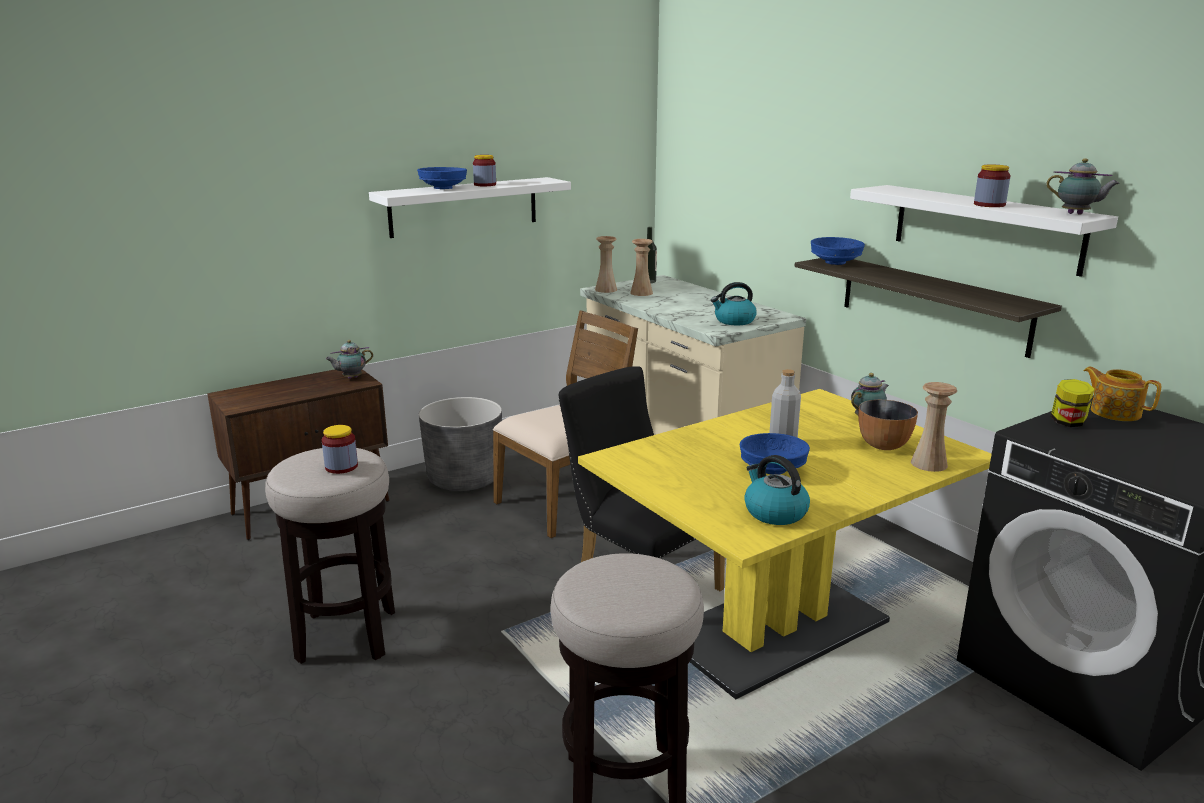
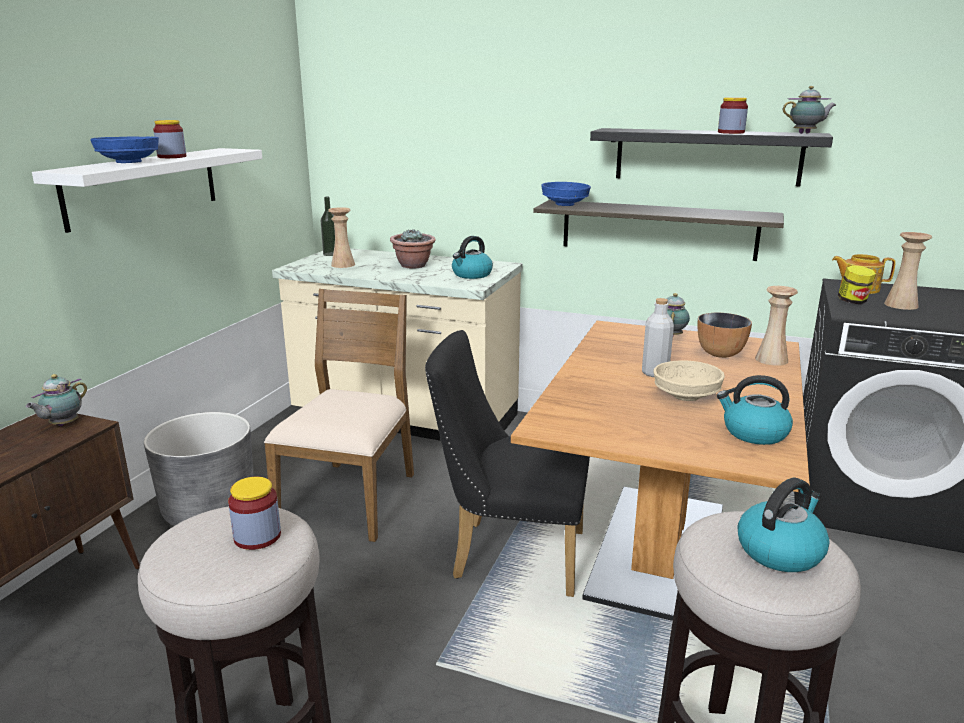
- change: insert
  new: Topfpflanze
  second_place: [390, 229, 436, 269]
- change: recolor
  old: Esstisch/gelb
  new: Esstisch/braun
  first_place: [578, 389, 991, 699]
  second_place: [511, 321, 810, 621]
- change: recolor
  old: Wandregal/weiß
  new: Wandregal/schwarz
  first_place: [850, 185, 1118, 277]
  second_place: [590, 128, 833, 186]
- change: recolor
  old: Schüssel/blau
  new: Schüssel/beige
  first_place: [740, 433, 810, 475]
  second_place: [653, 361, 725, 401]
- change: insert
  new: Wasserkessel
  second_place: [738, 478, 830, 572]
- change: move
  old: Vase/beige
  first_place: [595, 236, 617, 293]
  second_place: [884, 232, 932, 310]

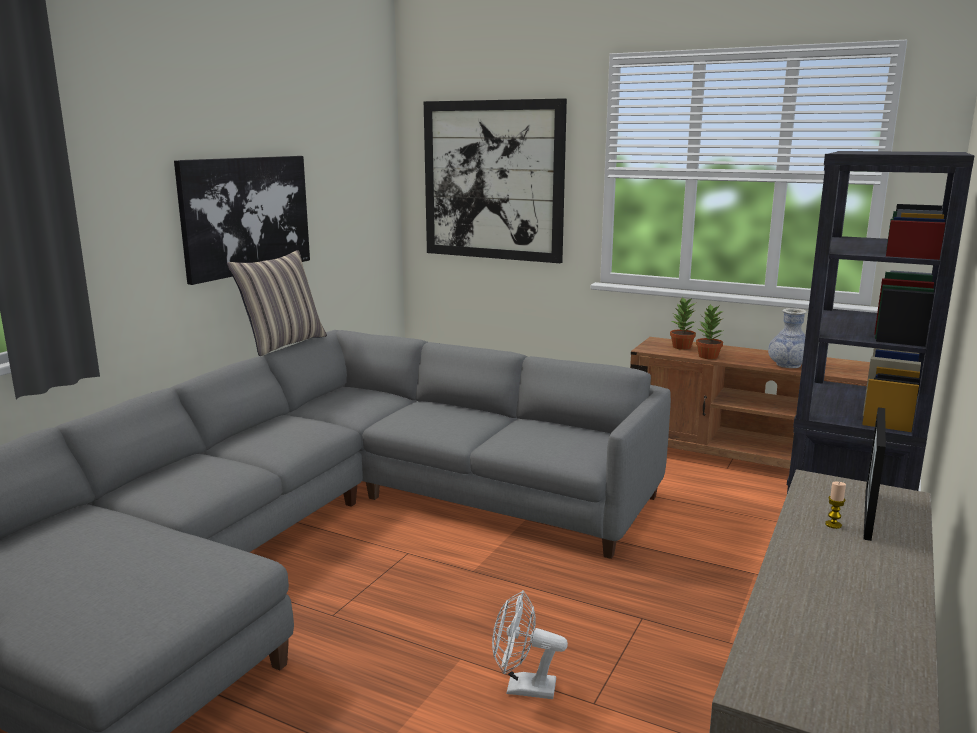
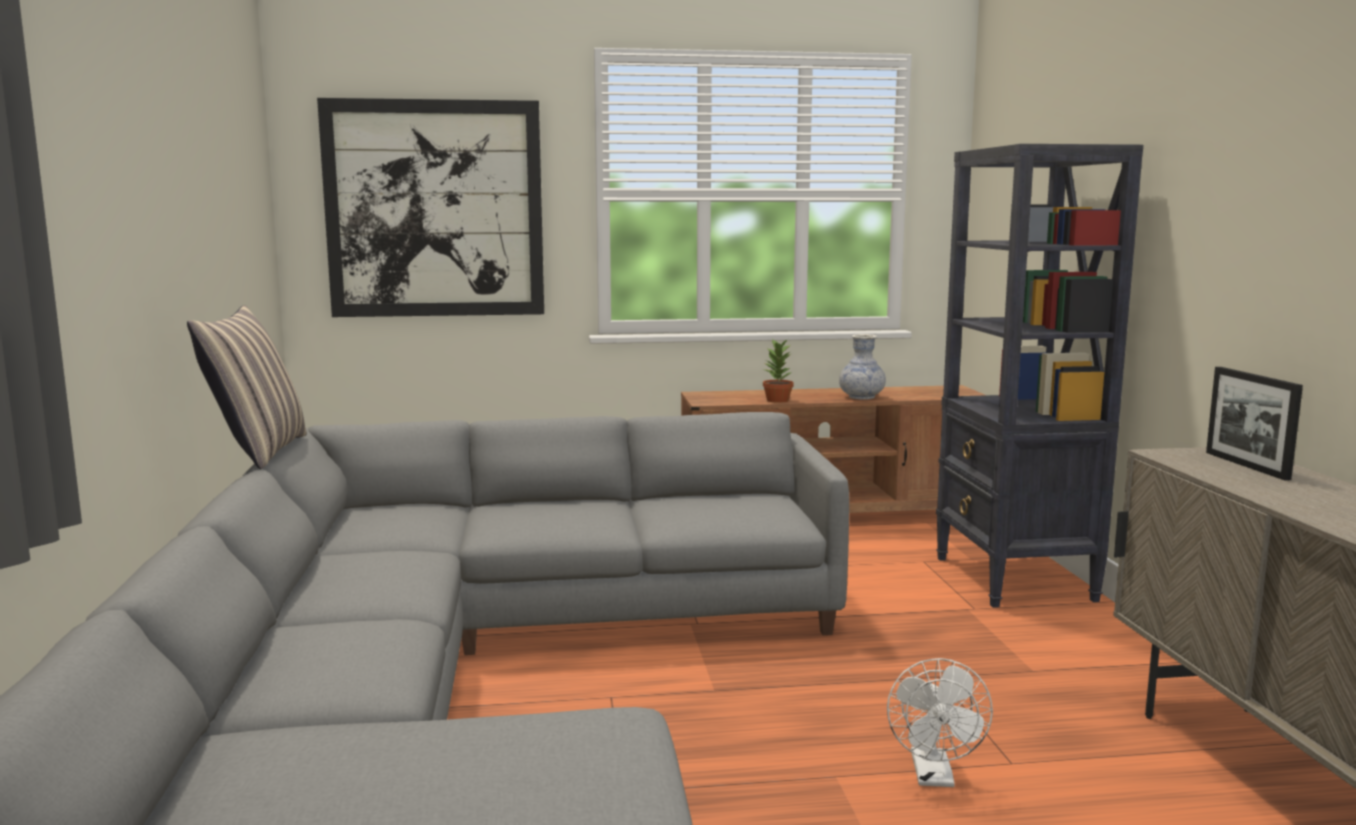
- change: rotate
  old: Ventilator/weiß
  first_place: [492, 590, 568, 699]
  second_place: [887, 658, 993, 787]
  degrees: -60
- change: delete
  old: Bild
  first_place: [174, 156, 310, 285]
- change: delete
  old: Topfpflanze
  first_place: [670, 297, 696, 350]
- change: delete
  old: Kerze
  first_place: [825, 482, 846, 529]

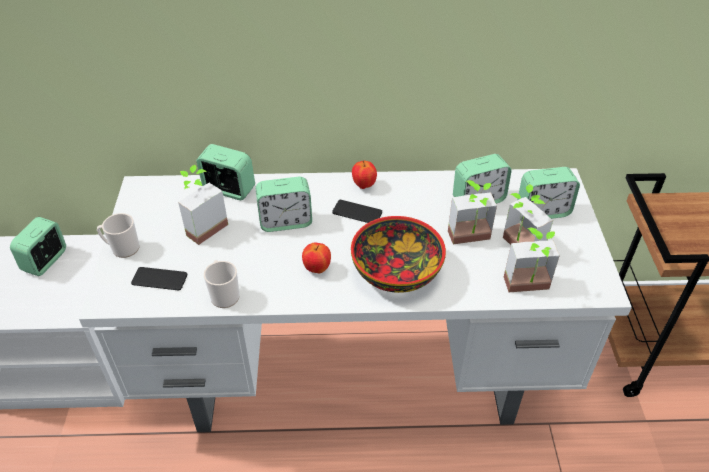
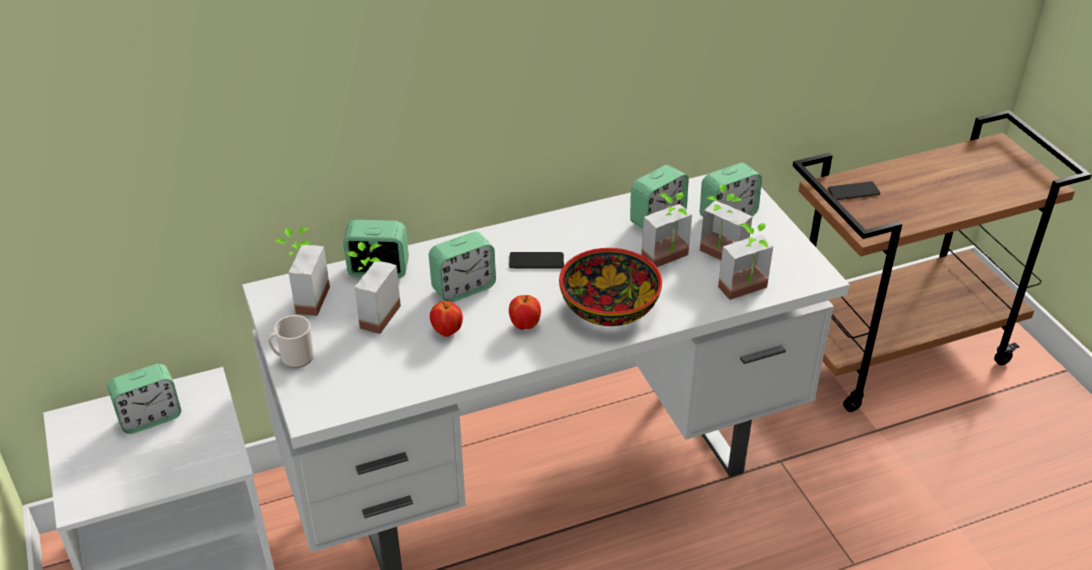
- change: rotate
  old: Wecker
  first_place: [10, 217, 66, 276]
  second_place: [107, 364, 181, 434]
  degrees: -120
- change: insert
  new: Topfpflanze
  second_place: [274, 227, 330, 316]
- change: move
  old: Apfel
  first_place: [352, 161, 377, 189]
  second_place: [430, 301, 463, 337]
- change: move
  old: Handy
  first_place: [131, 267, 187, 290]
  second_place: [828, 181, 880, 200]
- change: delete
  old: Henkelbecher
  first_place: [204, 260, 240, 308]

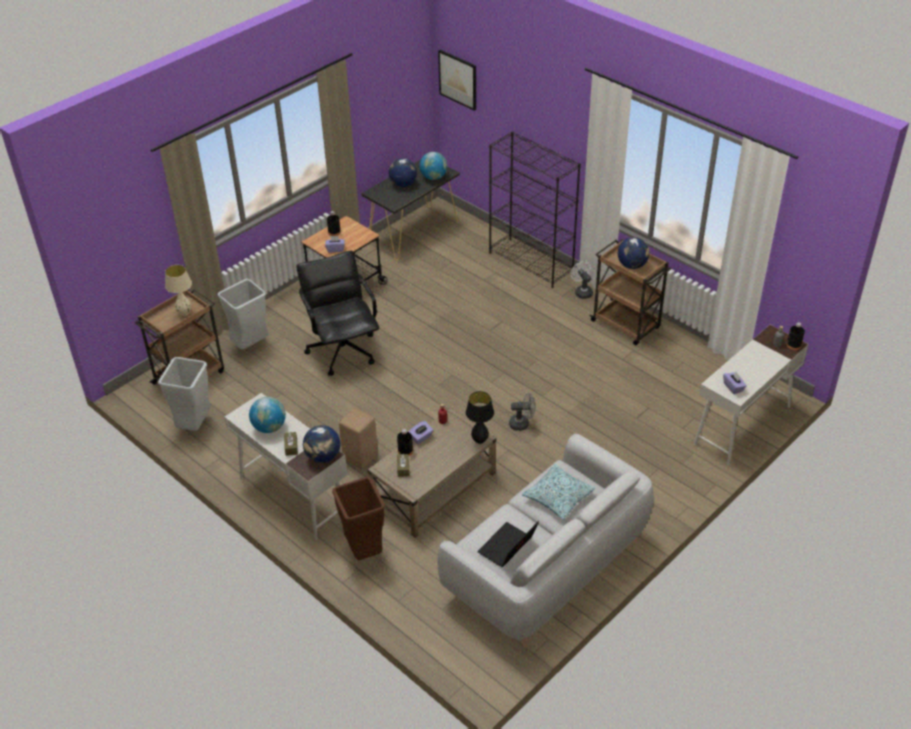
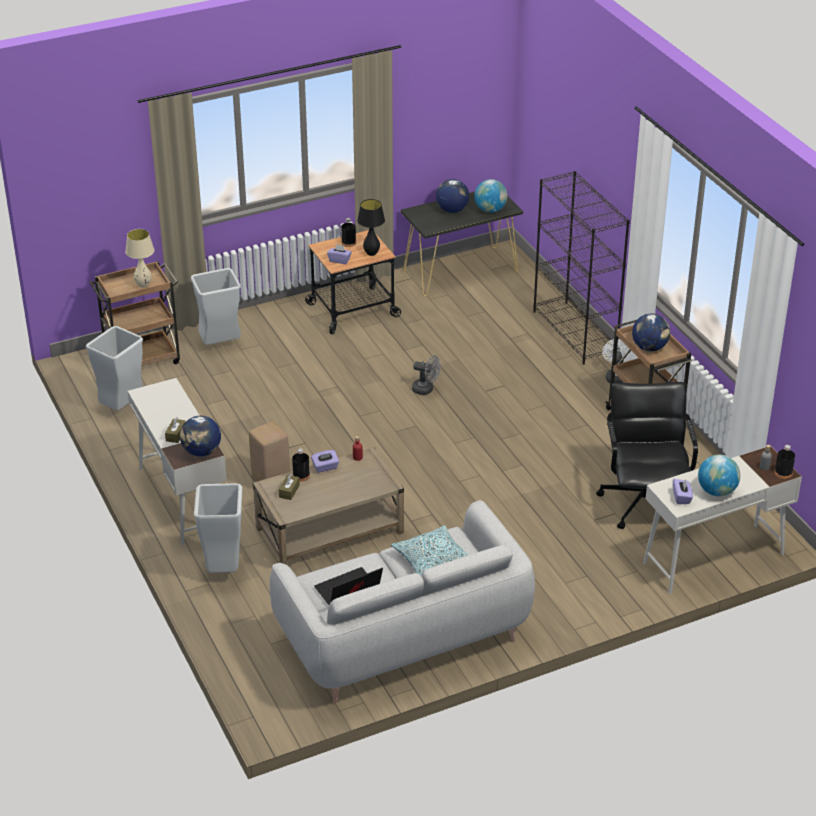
- change: recolor
  old: Mülleimer/braun
  new: Mülleimer/grau
  first_place: [332, 477, 385, 560]
  second_place: [194, 483, 242, 573]
- change: move
  old: Tischlampe/schwarz
  first_place: [466, 391, 494, 444]
  second_place: [357, 199, 385, 256]
- change: move
  old: Ventilator/grau
  first_place: [509, 393, 535, 431]
  second_place: [412, 355, 441, 395]
- change: move
  old: Bürostuhl/schwarz
  first_place: [296, 251, 379, 376]
  second_place: [596, 382, 698, 529]
- change: move
  old: Globus
  first_place: [249, 397, 286, 433]
  second_place: [698, 455, 740, 496]
- change: delete
  old: Bild
  first_place: [438, 50, 476, 111]

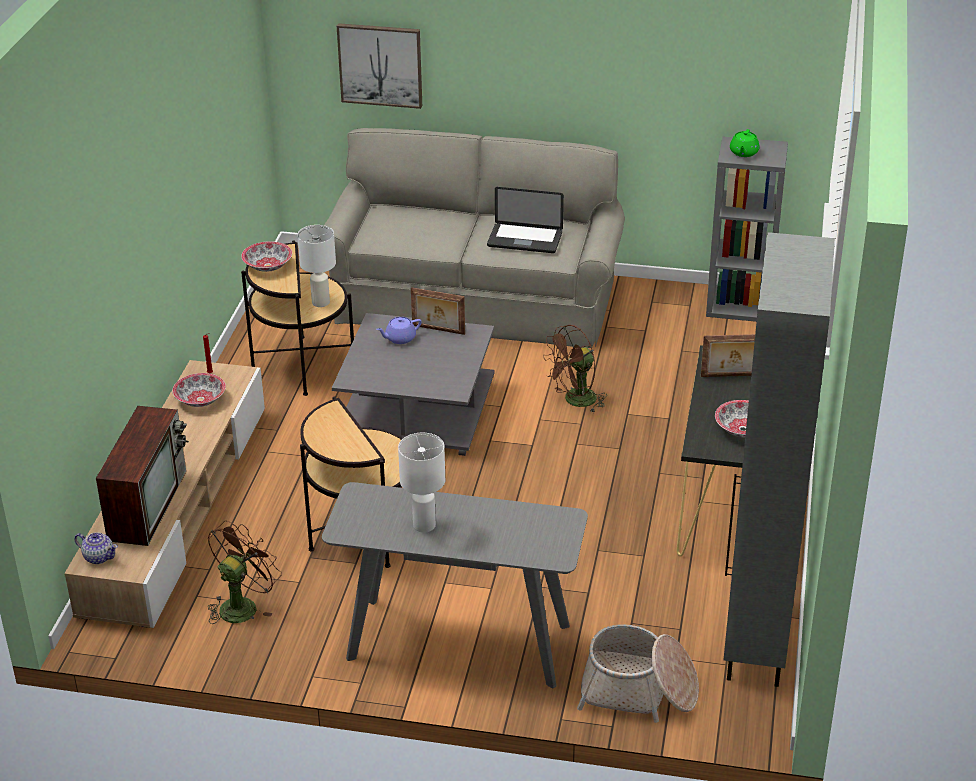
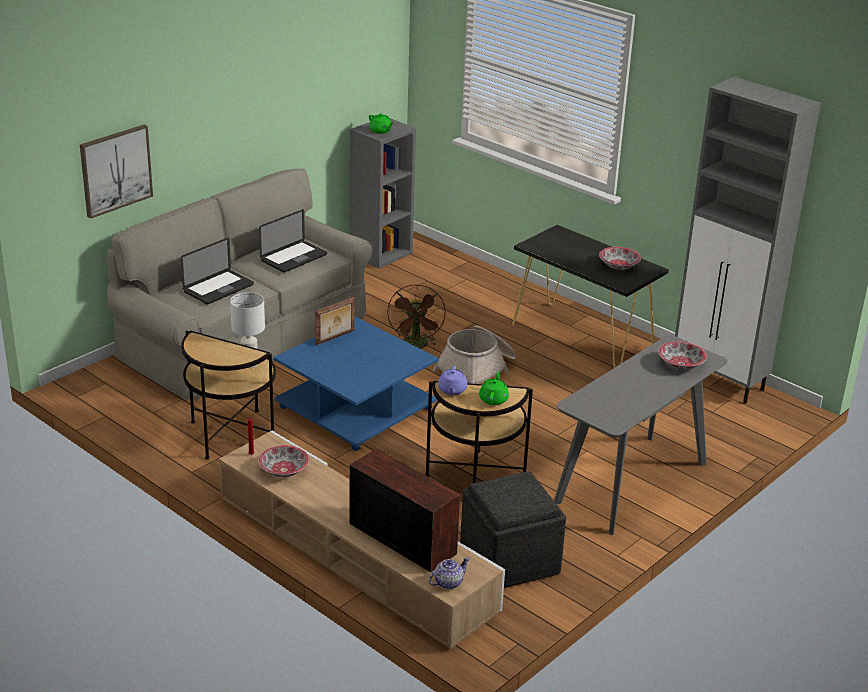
- change: insert
  new: Laptop
  second_place: [181, 238, 254, 305]
- change: recolor
  old: Couchtisch/grau
  new: Couchtisch/blau
  first_place: [332, 313, 495, 456]
  second_place: [273, 317, 439, 451]
- change: move
  old: Korb
  first_place: [577, 624, 699, 723]
  second_place: [433, 325, 517, 384]
- change: move
  old: Teekanne/lila
  first_place: [376, 317, 422, 344]
  second_place: [438, 366, 467, 395]
- change: replace
  old: Ventilator/braun
  new: Polsterhocker/grau
  first_place: [208, 521, 282, 624]
  second_place: [460, 471, 566, 588]
- change: insert
  new: Teekanne/grün
  second_place: [479, 371, 509, 405]
- change: move
  old: Schüssel
  first_place: [241, 241, 292, 272]
  second_place: [658, 341, 707, 370]
- change: delete
  old: Tischlampe/weiß
  first_place: [398, 433, 445, 533]
- change: delete
  old: Bilderrahmen
  first_place: [701, 334, 755, 377]

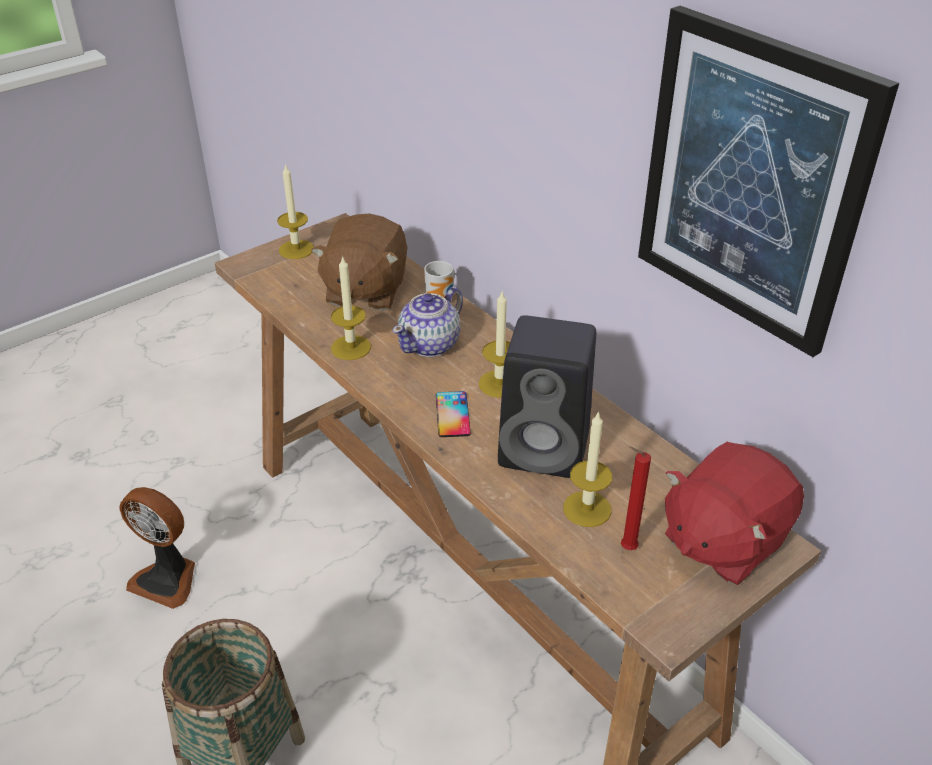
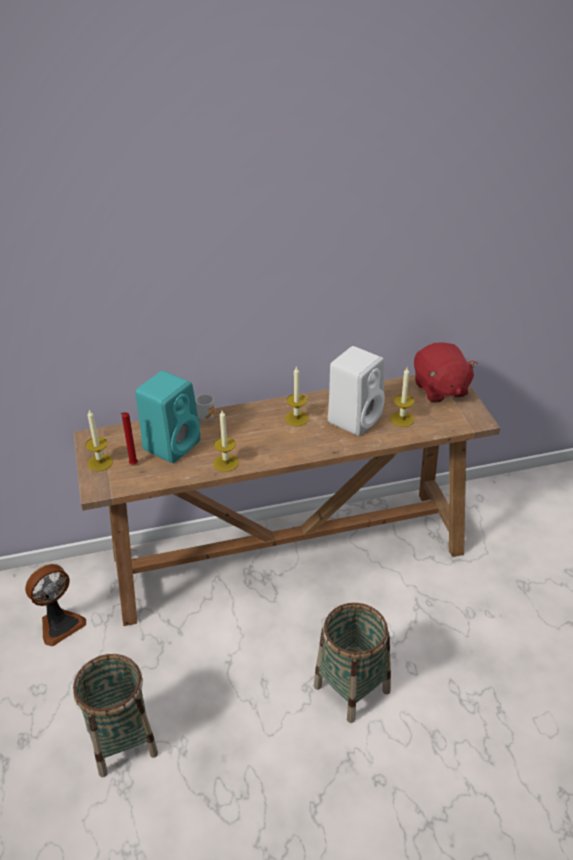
- change: move
  old: Ventilator
  first_place: [120, 487, 195, 609]
  second_place: [25, 564, 86, 647]
- change: insert
  new: Korb
  second_place: [73, 654, 158, 777]
- change: move
  old: Kerze/rot
  first_place: [621, 446, 651, 550]
  second_place: [121, 412, 138, 465]
- change: replace
  old: Plüschtier/braun
  new: Lautsprecher/türkis
  first_place: [311, 214, 408, 311]
  second_place: [135, 371, 201, 463]
- change: recolor
  old: Lautsprecher/schwarz
  new: Lautsprecher/weiß
  first_place: [498, 315, 596, 478]
  second_place: [328, 346, 385, 436]
- change: delete
  old: Teekanne
  first_place: [392, 287, 463, 357]
- change: delete
  old: Handy
  first_place: [436, 391, 471, 437]
- change: delete
  old: Bild
  first_place: [638, 6, 899, 357]

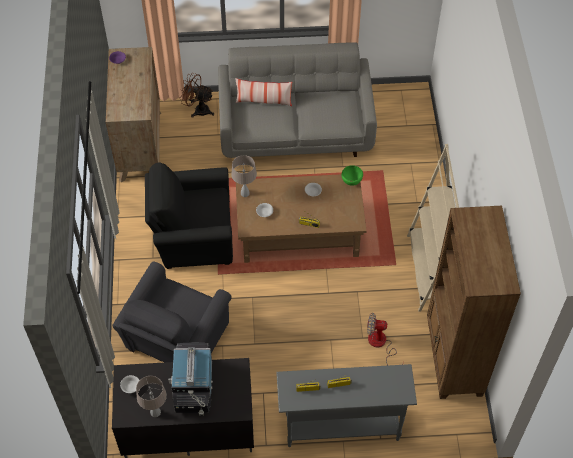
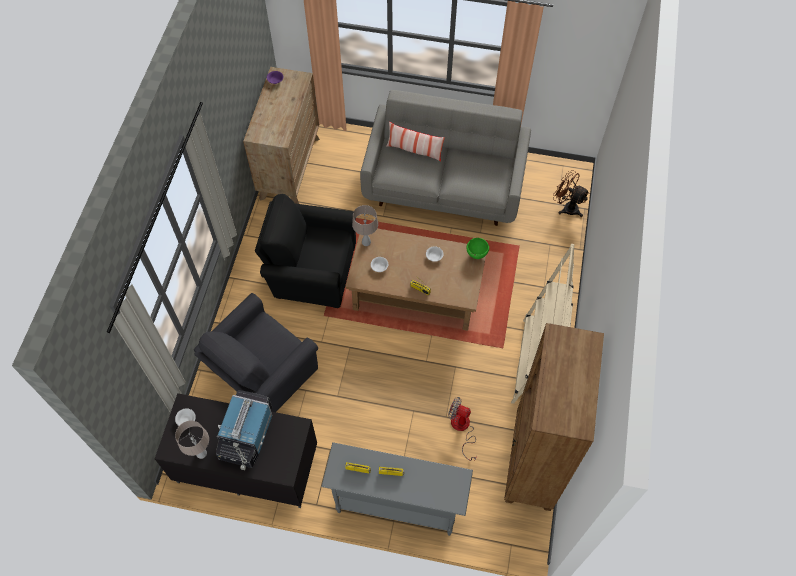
- change: move
  old: Ventilator/braun
  first_place: [179, 73, 214, 117]
  second_place: [553, 170, 590, 217]

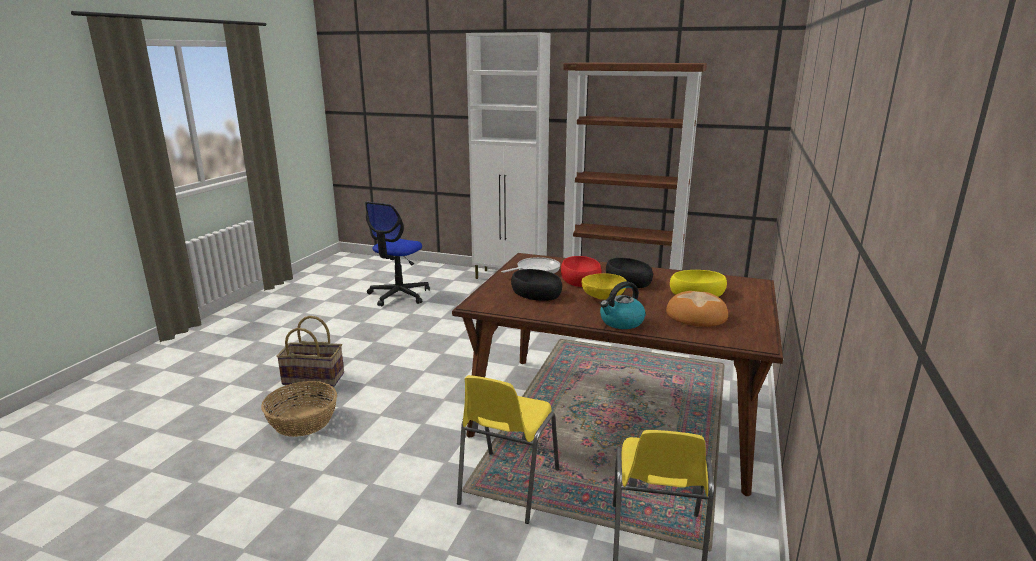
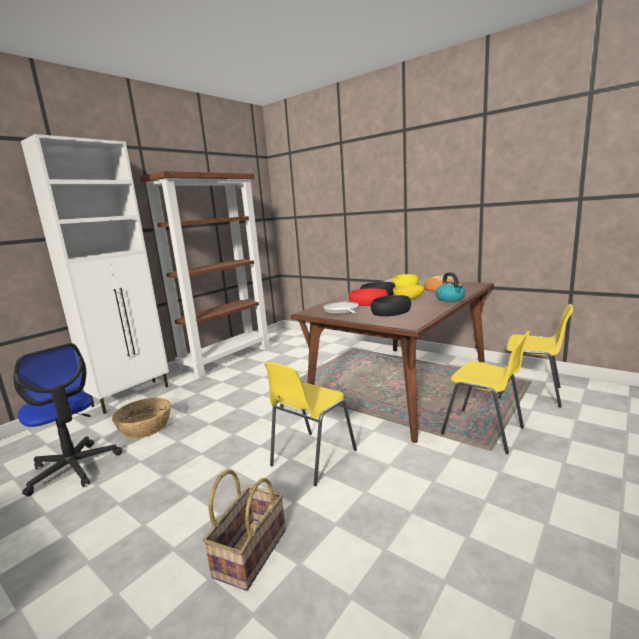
- change: move
  old: Korb
  first_place: [261, 381, 337, 437]
  second_place: [112, 398, 171, 439]
- change: insert
  new: Stuhl/gelb
  second_place: [265, 362, 357, 486]

